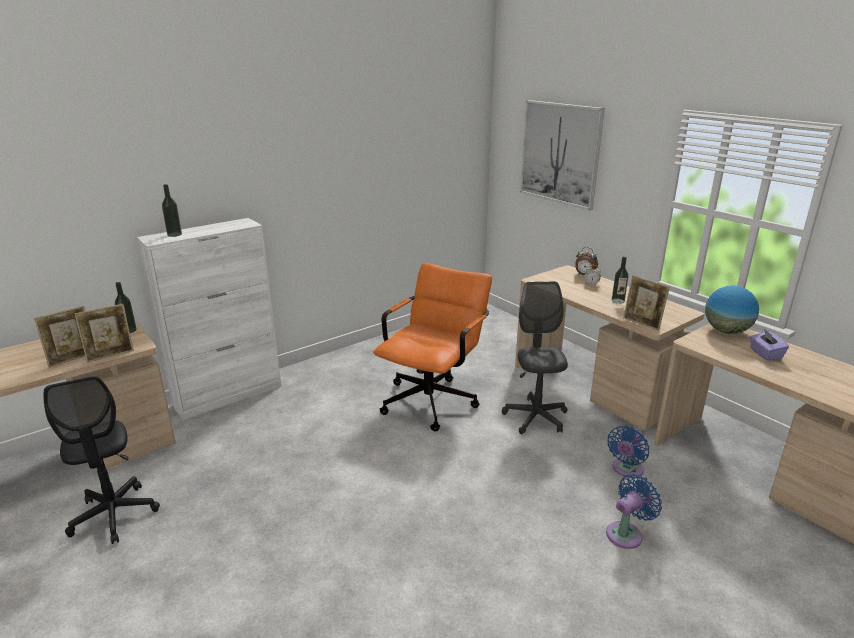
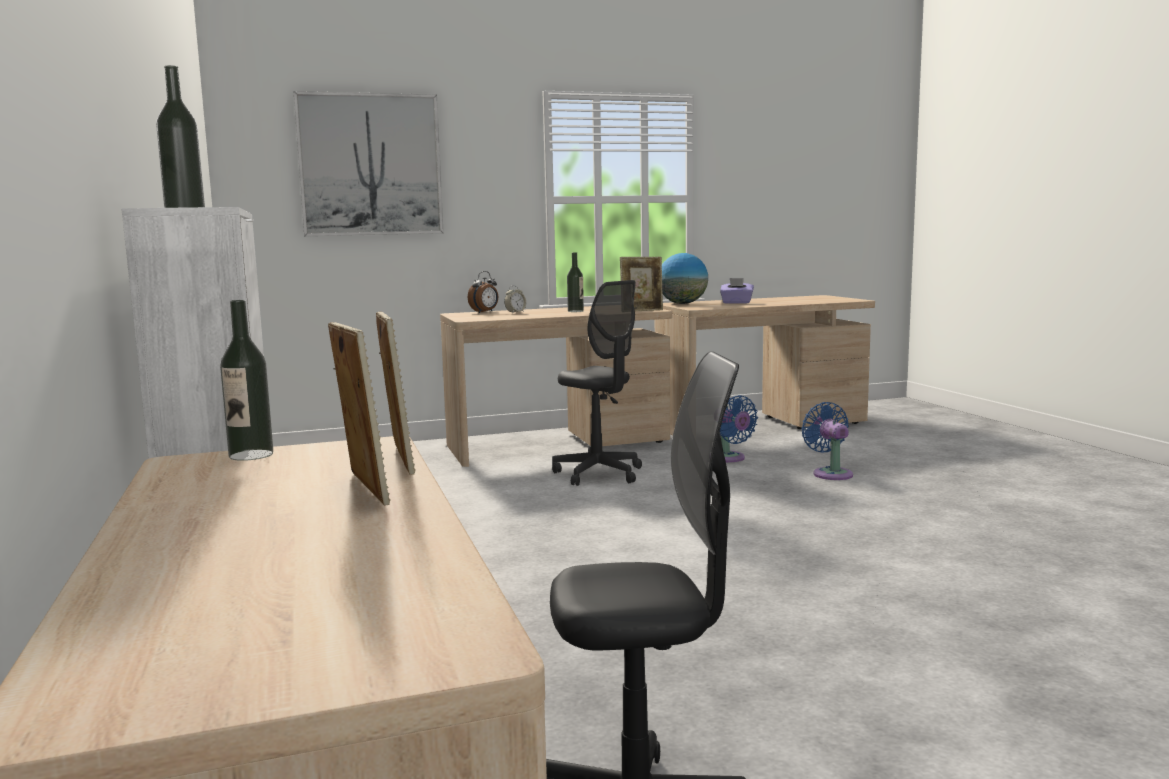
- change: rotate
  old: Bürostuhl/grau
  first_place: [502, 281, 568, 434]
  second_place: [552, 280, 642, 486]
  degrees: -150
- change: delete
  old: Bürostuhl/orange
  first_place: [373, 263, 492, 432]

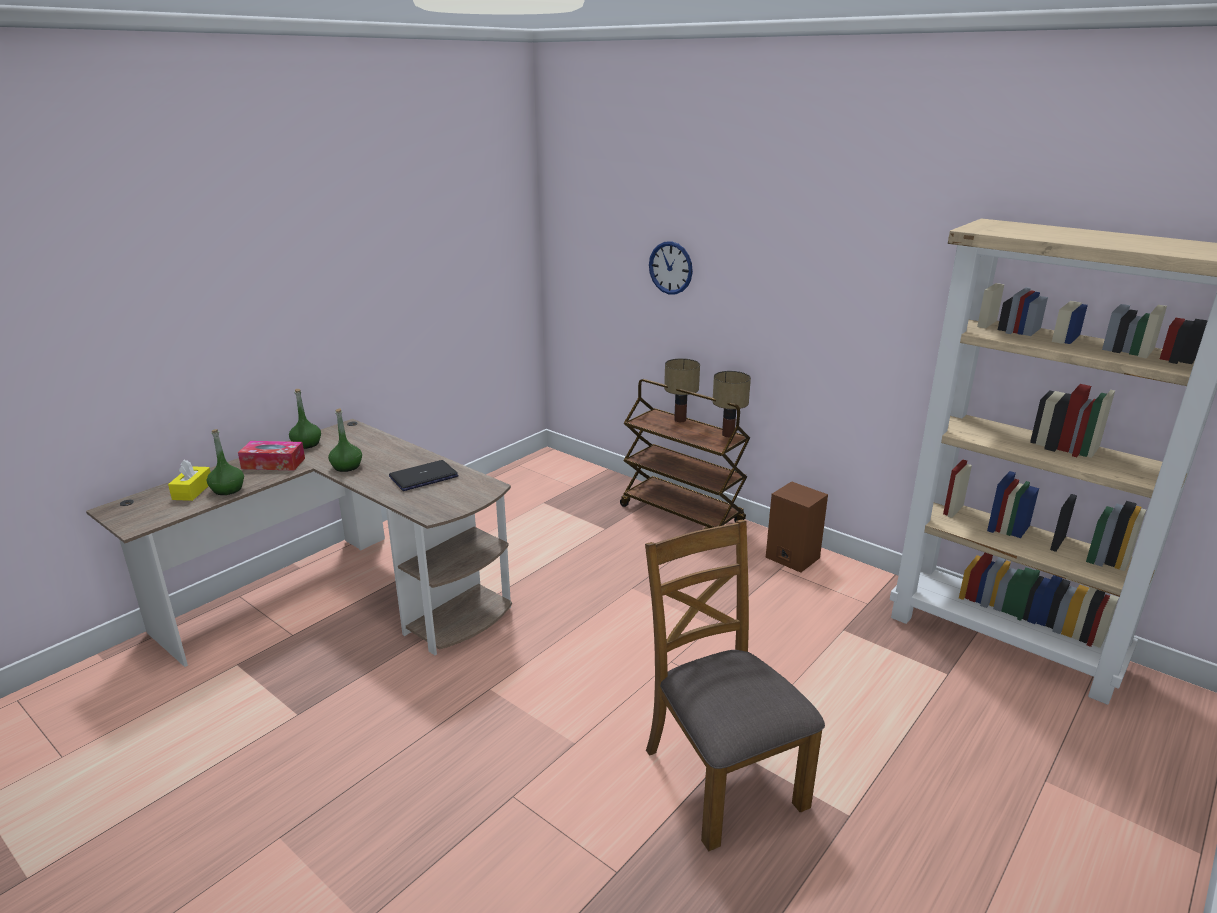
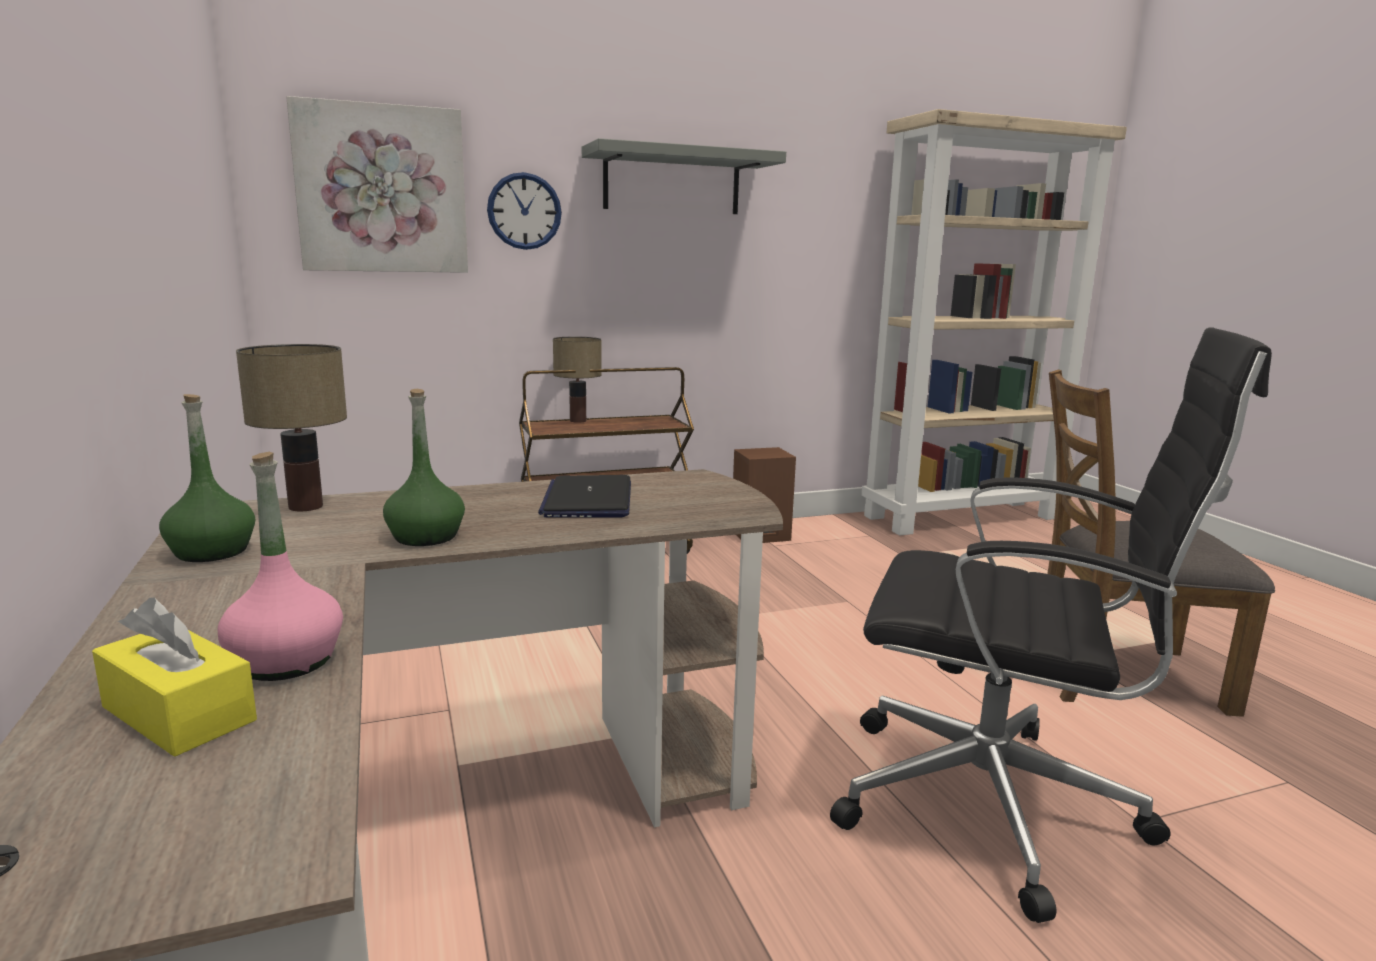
- change: recolor
  old: Flasche/grün
  new: Flasche/rosa
  first_place: [207, 429, 244, 495]
  second_place: [218, 452, 343, 681]
- change: move
  old: Tischlampe
  first_place: [712, 371, 751, 437]
  second_place: [236, 344, 347, 511]
- change: insert
  new: Bild
  second_place: [286, 96, 468, 273]
- change: insert
  new: Wandregal/grau
  second_place: [582, 138, 786, 214]
- change: insert
  new: Bürostuhl/schwarz
  second_place: [830, 327, 1272, 923]
- change: delete
  old: Taschentuchbox
  first_place: [238, 441, 305, 470]

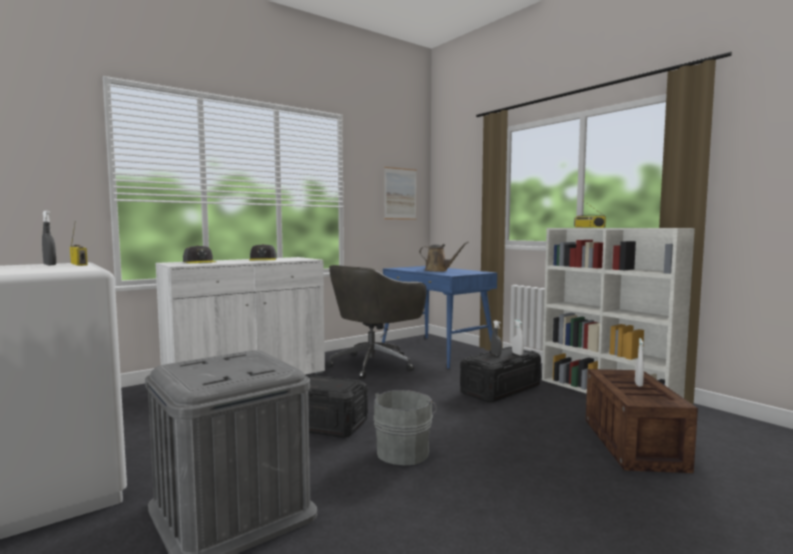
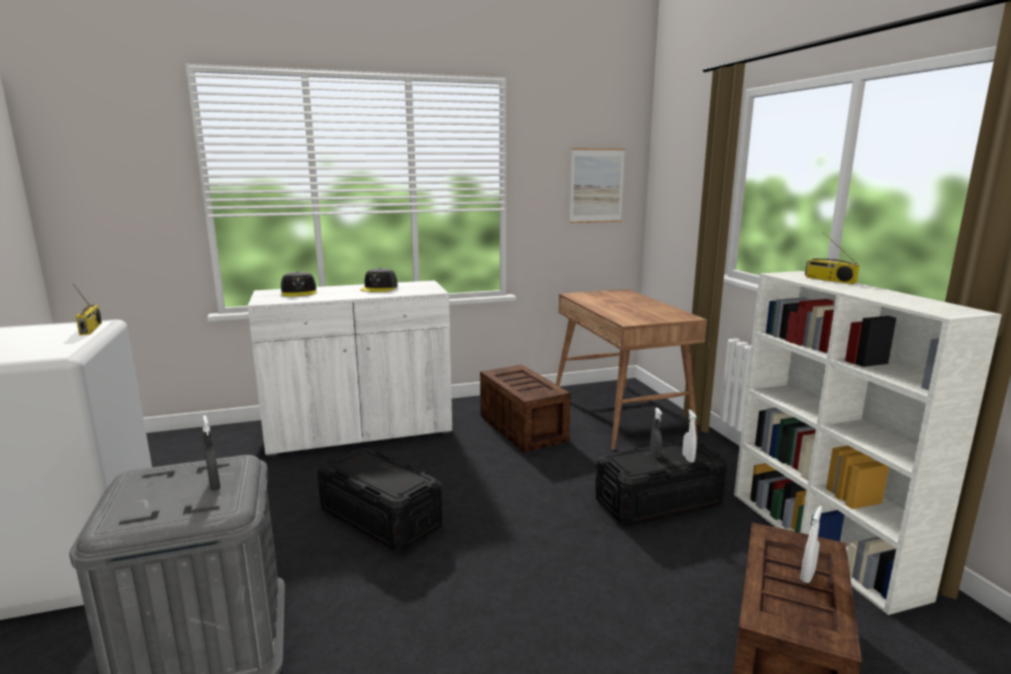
- change: move
  old: Sprühflasche/grau
  first_place: [42, 210, 56, 266]
  second_place: [202, 415, 220, 491]
- change: replace
  old: Bürostuhl/grau
  new: Kiste
  first_place: [325, 265, 427, 379]
  second_place: [480, 365, 571, 452]
- change: recolor
  old: Schreibtisch/blau
  new: Schreibtisch/braun
  first_place: [382, 266, 497, 369]
  second_place: [556, 289, 707, 450]
- change: delete
  old: Eimer/grau
  first_place: [373, 390, 437, 465]
- change: delete
  old: Gießkanne/braun
  first_place: [419, 242, 469, 272]

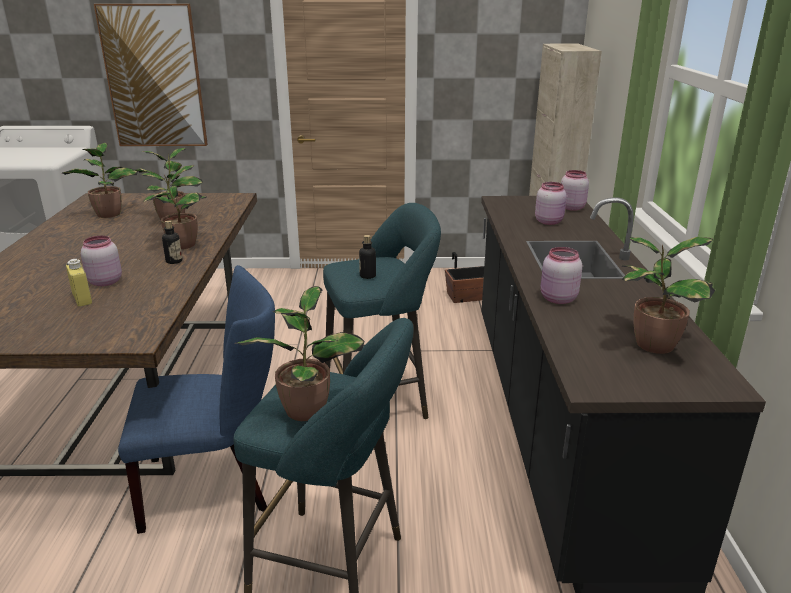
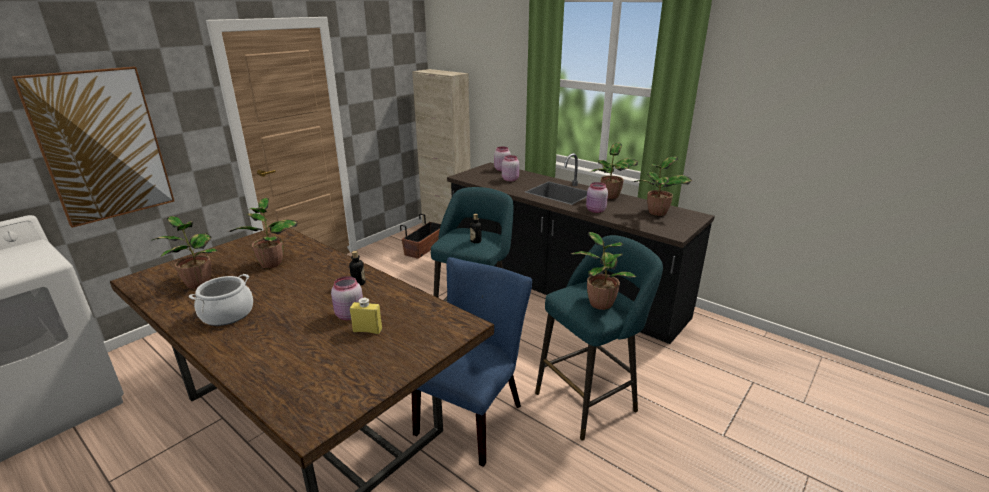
- change: insert
  new: Kochtopf
  second_place: [189, 274, 253, 326]
- change: move
  old: Topfpflanze
  first_place: [141, 165, 207, 249]
  second_place: [590, 143, 638, 199]

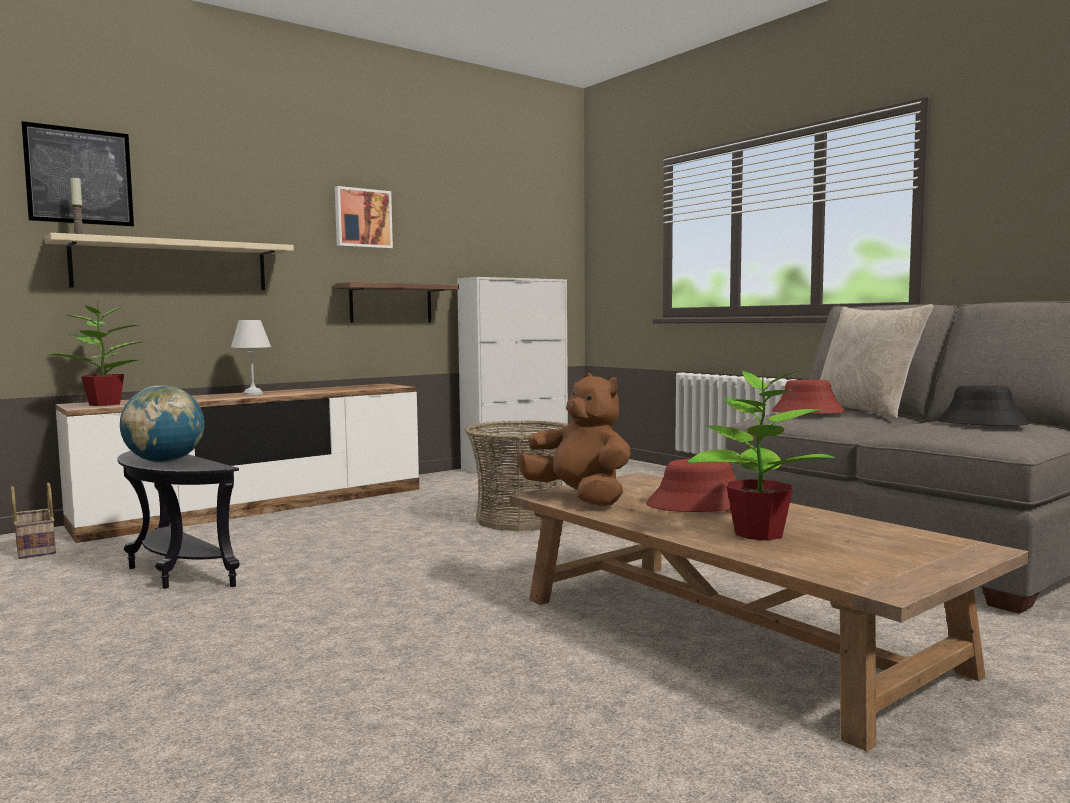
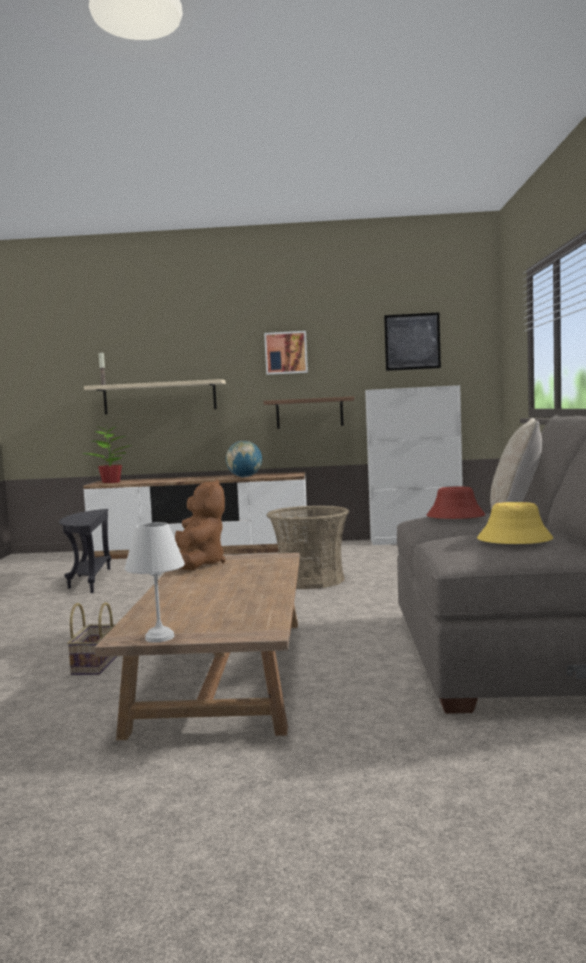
- change: move
  old: Korb
  first_place: [11, 483, 56, 559]
  second_place: [67, 602, 117, 675]
- change: move
  old: Tischlampe/weiß
  first_place: [231, 320, 271, 395]
  second_place: [125, 522, 185, 643]
- change: move
  old: Globus
  first_place: [120, 386, 205, 463]
  second_place: [226, 441, 262, 477]
- change: move
  old: Bild
  first_place: [21, 121, 134, 226]
  second_place: [384, 312, 441, 371]
- change: recolor
  old: Hut/schwarz
  new: Hut/gelb
  first_place: [937, 386, 1030, 426]
  second_place: [477, 502, 553, 544]
- change: delete
  old: Hut/rot
  first_place: [646, 459, 737, 512]
- change: delete
  old: Topfpflanze
  first_place: [688, 363, 835, 541]

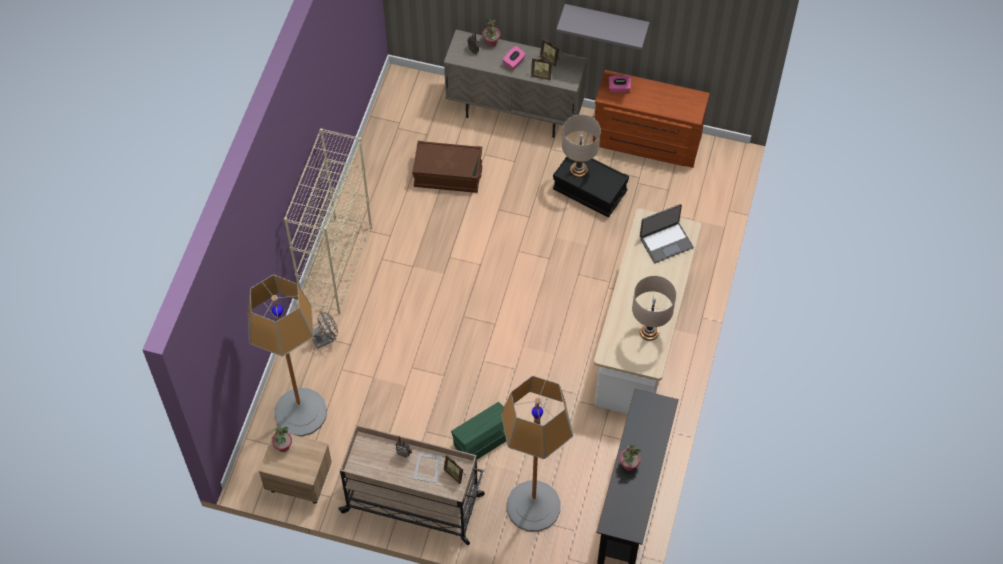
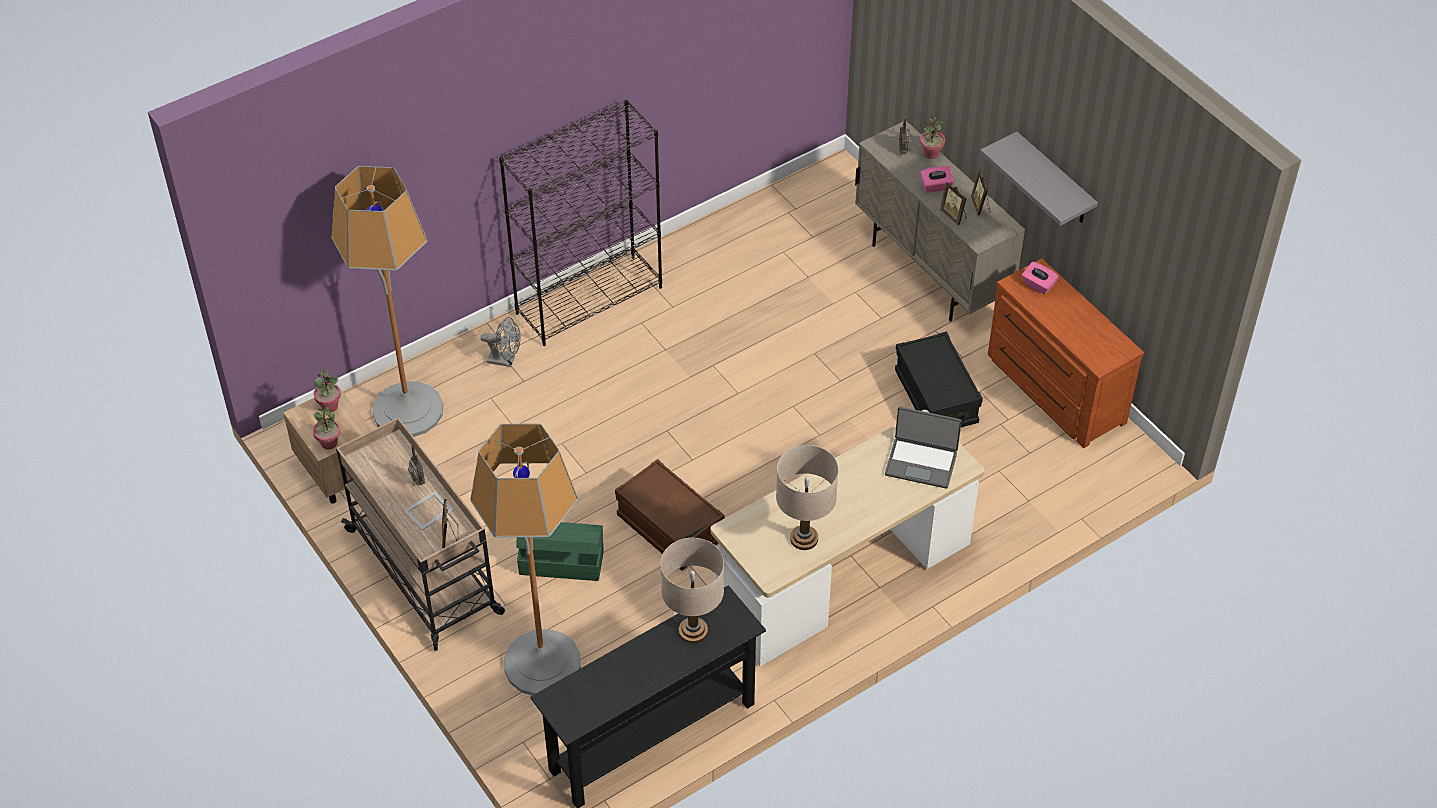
- change: move
  old: Topfpflanze
  first_place: [620, 444, 641, 471]
  second_place: [313, 407, 341, 450]
- change: recolor
  old: Bücherregal/beige
  new: Bücherregal/schwarz
  first_place: [284, 128, 372, 314]
  second_place: [499, 100, 662, 346]
- change: move
  old: Aufbewahrungsbox/braun
  first_place: [412, 141, 482, 193]
  second_place: [615, 459, 724, 571]
- change: move
  old: Tischlampe/beige
  first_place: [562, 114, 601, 178]
  second_place: [660, 538, 724, 644]

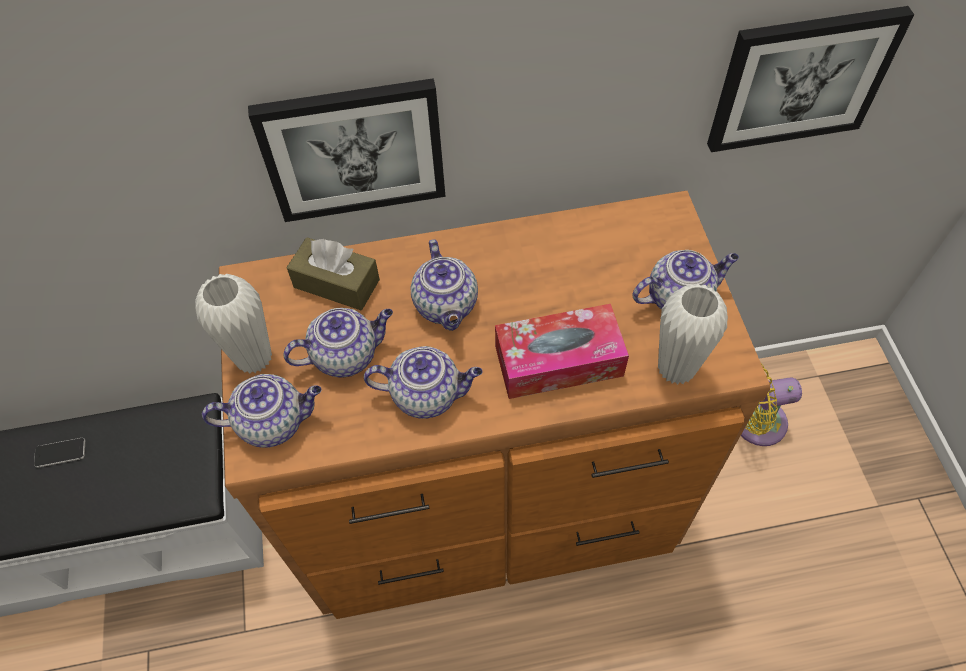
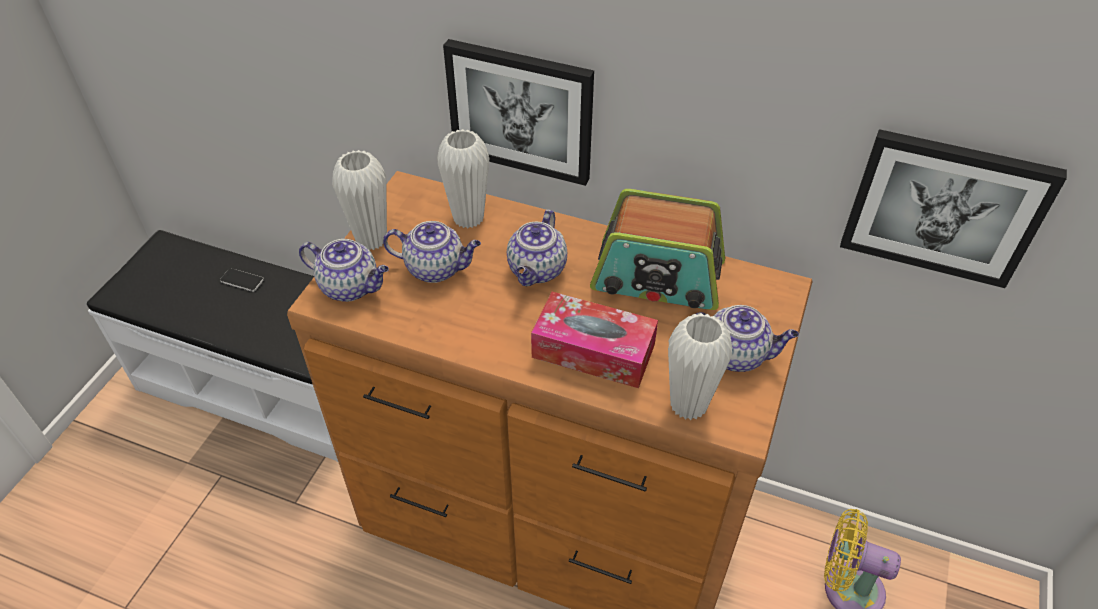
- change: replace
  old: Taschentuchbox/braun
  new: Vase/weiß
  first_place: [286, 237, 380, 310]
  second_place: [437, 129, 489, 228]
- change: insert
  new: Radio
  second_place: [590, 189, 725, 310]
- change: delete
  old: Teekanne
  first_place: [364, 346, 483, 419]

